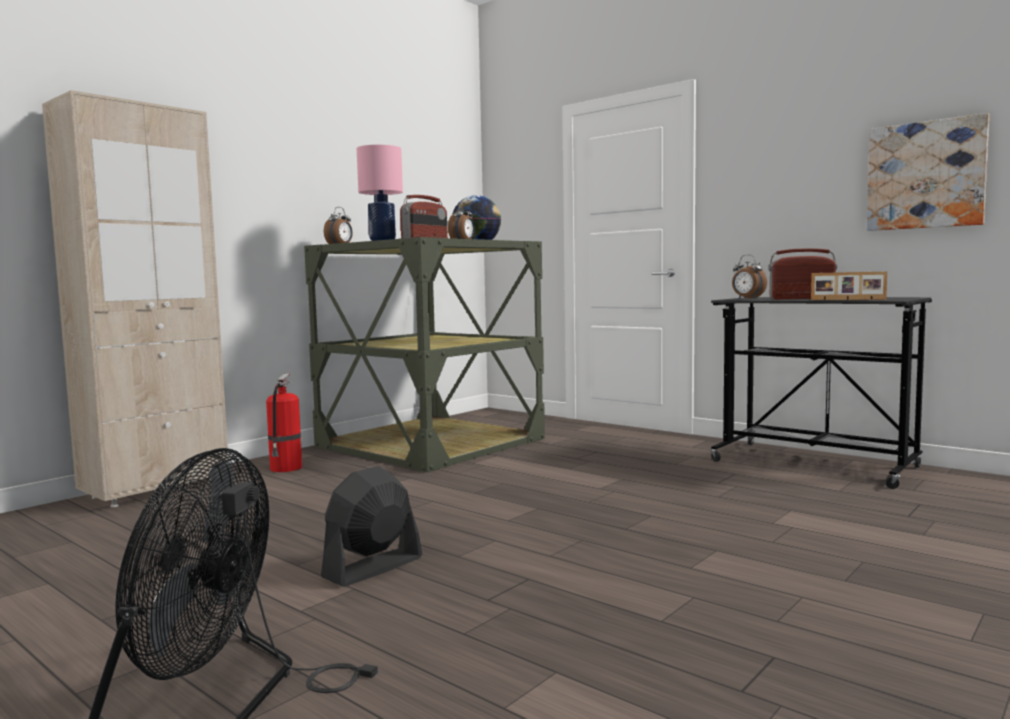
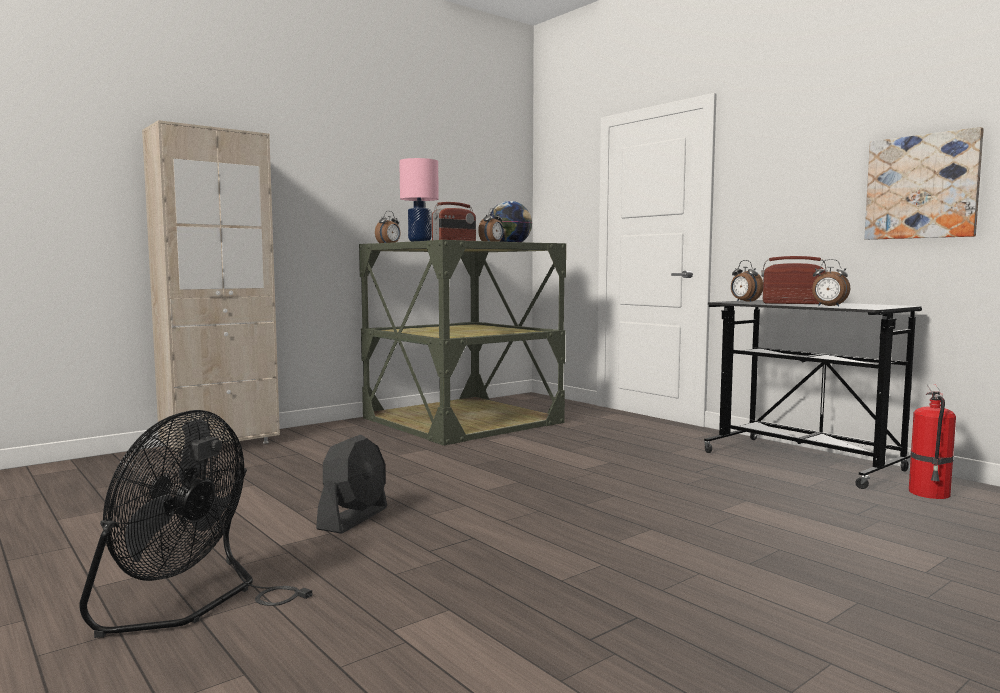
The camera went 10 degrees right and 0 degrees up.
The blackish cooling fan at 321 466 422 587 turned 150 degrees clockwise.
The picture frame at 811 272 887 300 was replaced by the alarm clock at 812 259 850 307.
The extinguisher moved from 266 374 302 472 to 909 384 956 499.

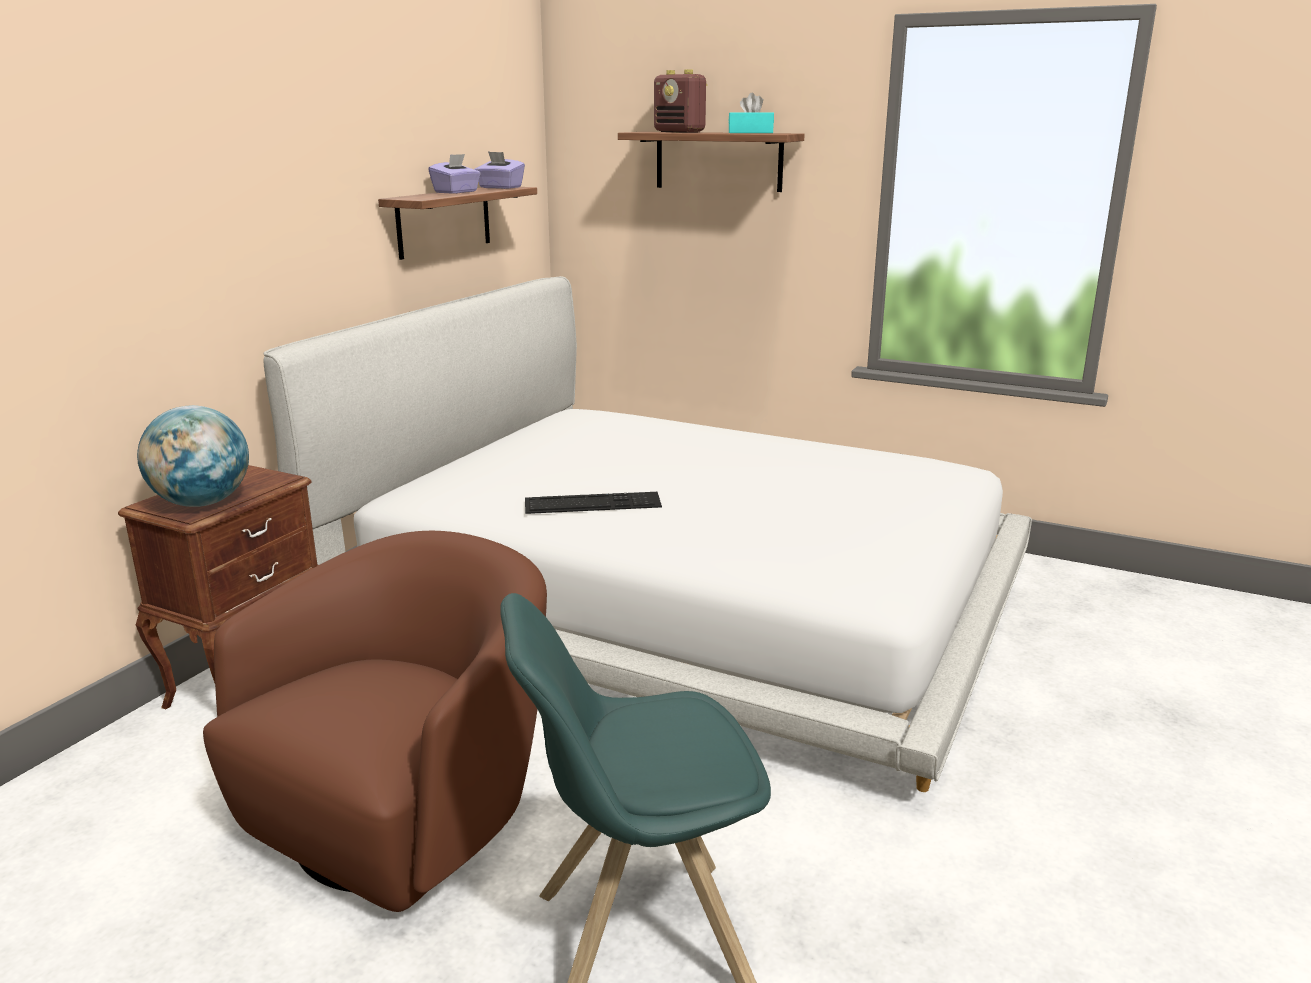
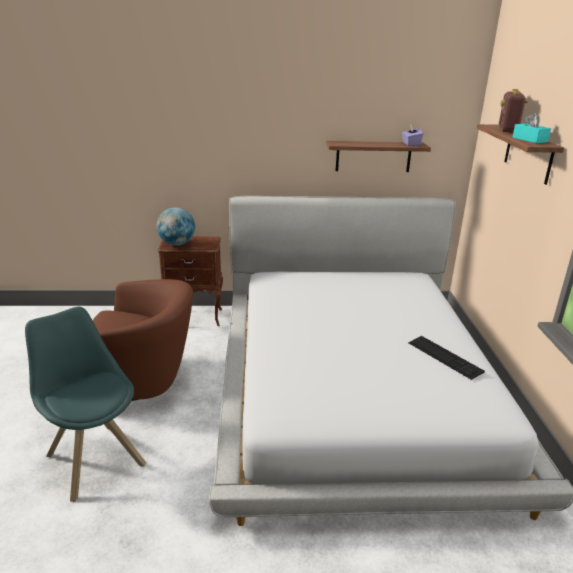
The camera went 60 degrees right and 5 degrees up.
The computer keyboard moved from 525 492 662 514 to 408 336 485 380.
The purple-coloured tissue box at 428 154 481 194 disappeared.

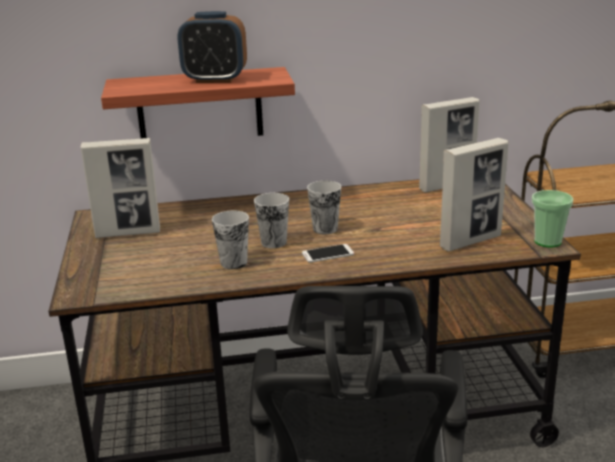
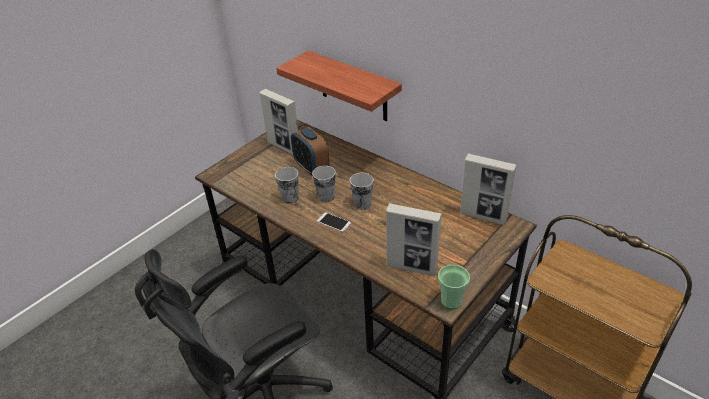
The camera went 50 degrees right and 15 degrees up.
The alarm clock moved from 177 11 247 83 to 291 127 329 176.

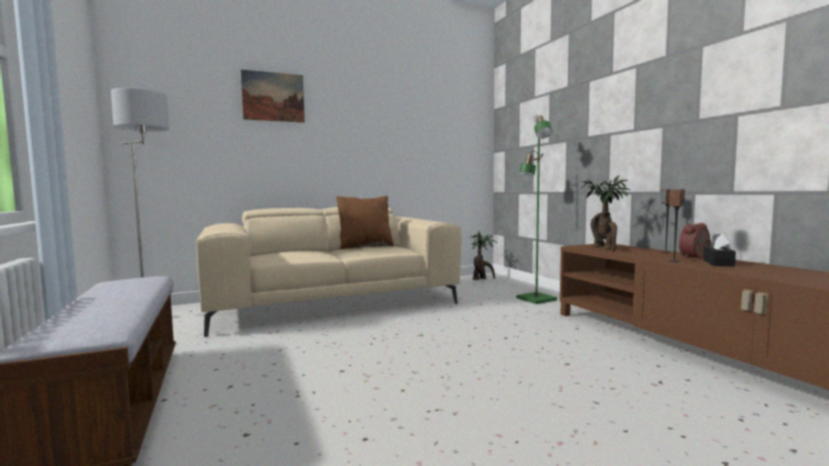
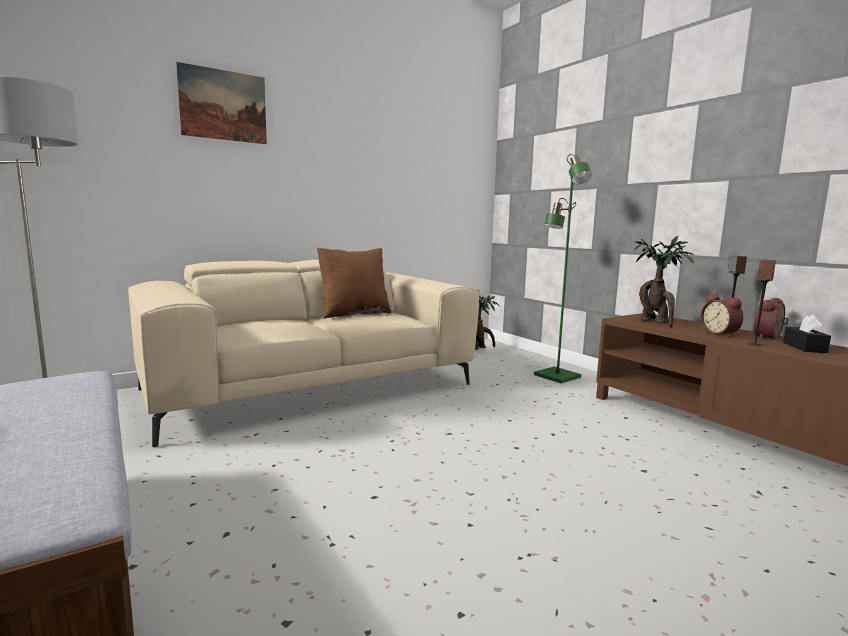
The camera went 10 degrees left and 5 degrees up.
The alarm clock at 701 294 743 337 appeared.

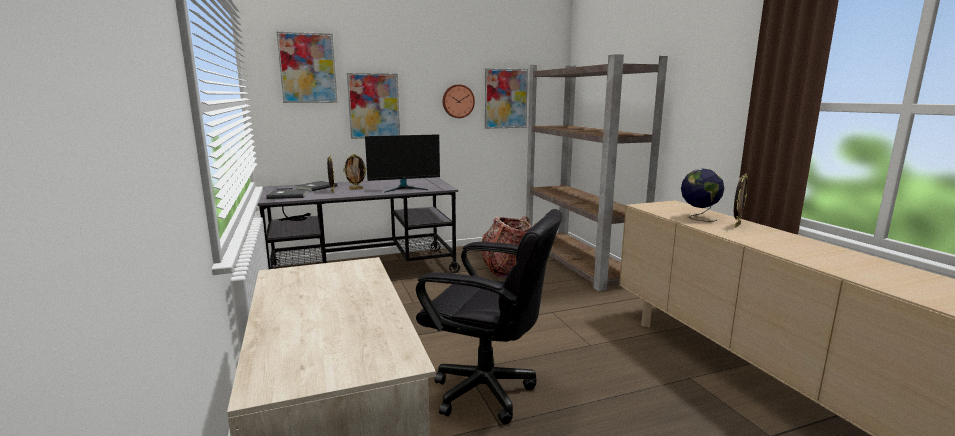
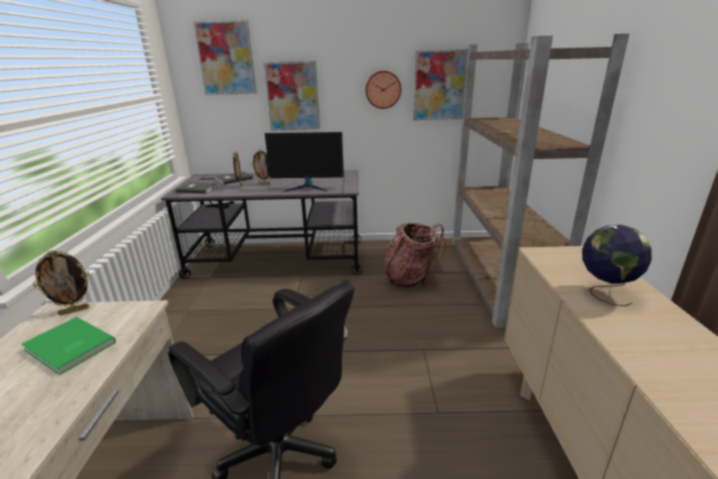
The camera went 20 degrees right and 10 degrees up.
The greenish volume at 21 317 116 375 appeared.
The picture frame moved from 734 174 748 228 to 33 250 90 315.

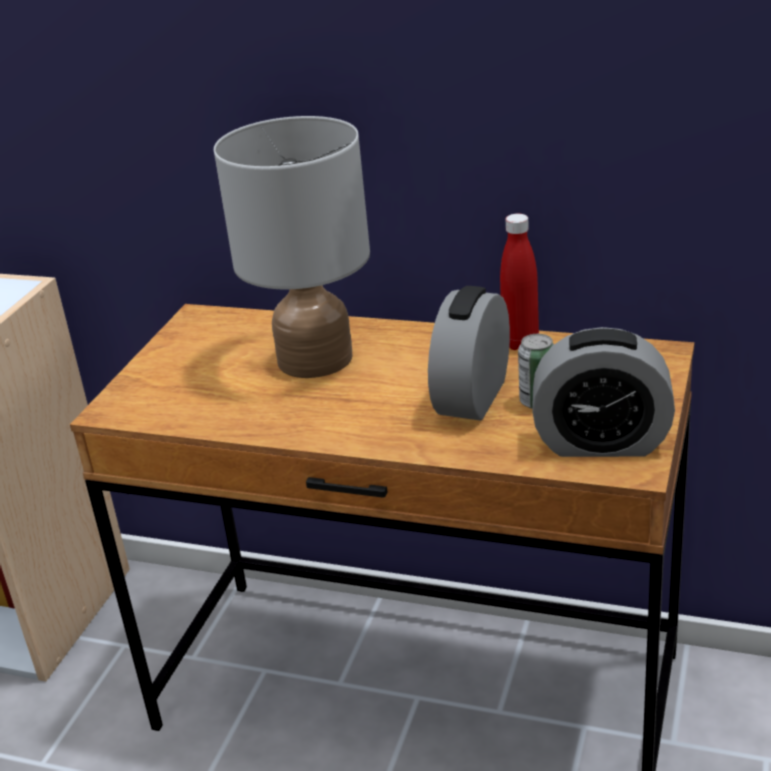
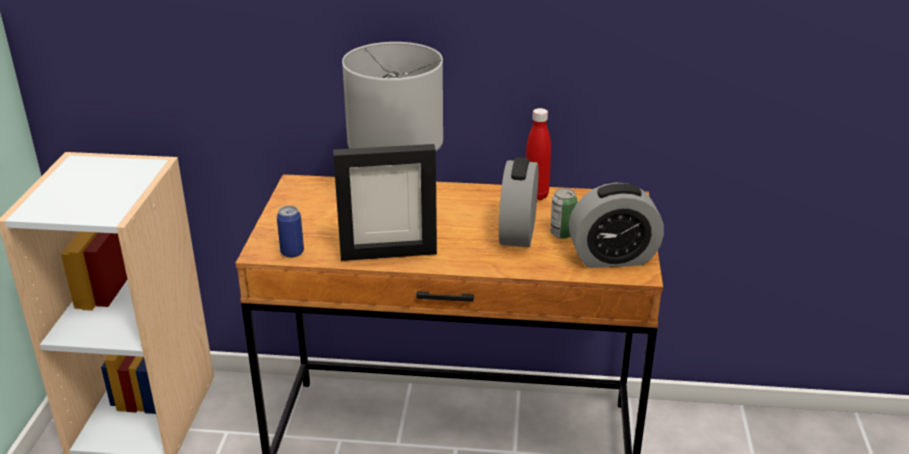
The camera went 15 degrees left and 0 degrees up.
The metal can at 277 205 304 258 appeared.
The picture frame at 333 144 437 261 appeared.

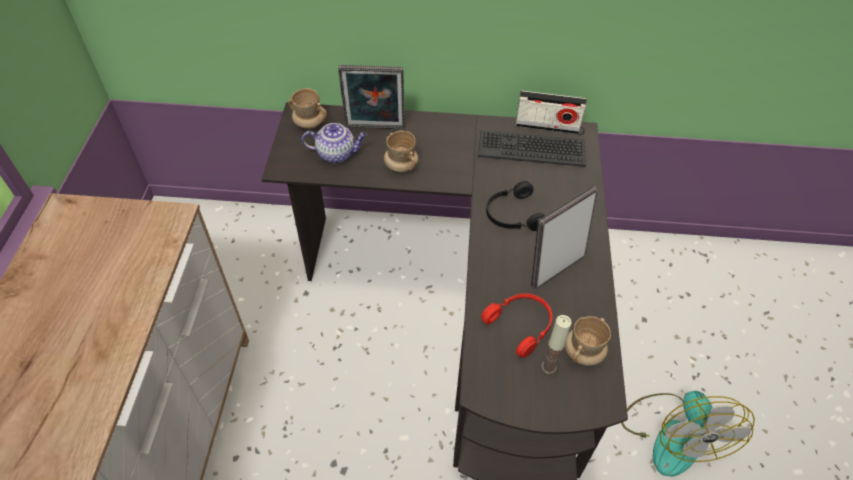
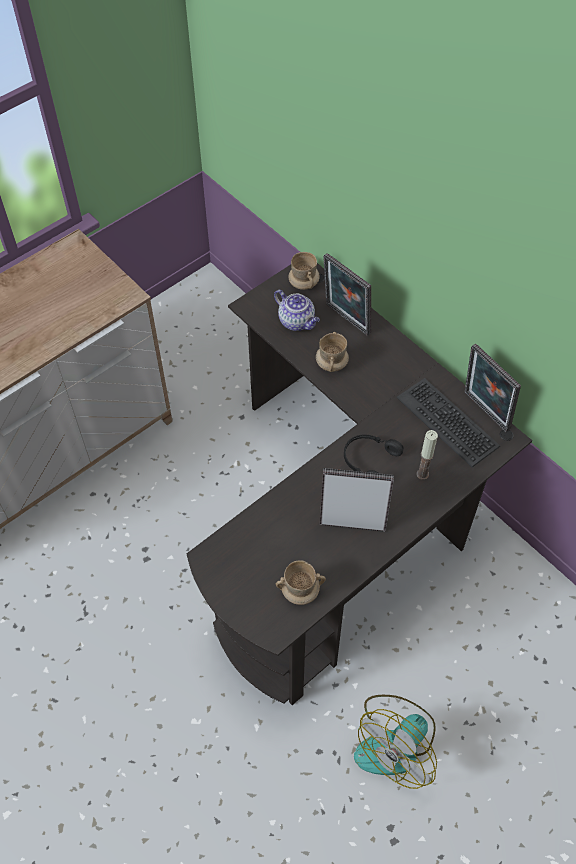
The camera went 45 degrees right and 5 degrees up.
The wax candle moved from 541 315 572 374 to 416 430 438 480.
The radio set at 516 90 586 134 was replaced by the picture frame at 465 343 521 432.
The reddish headset at 481 293 553 358 disappeared.

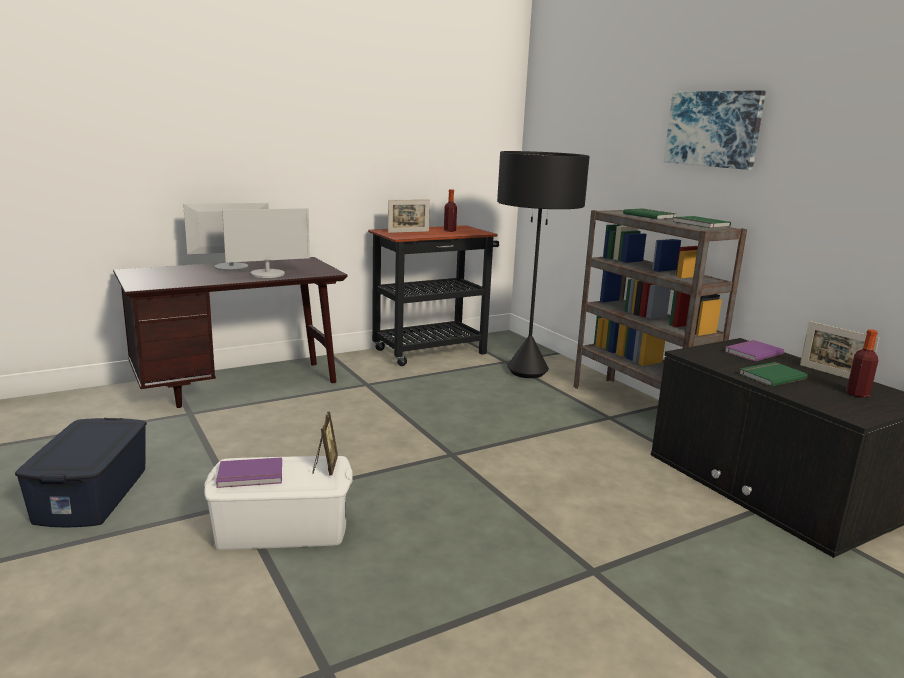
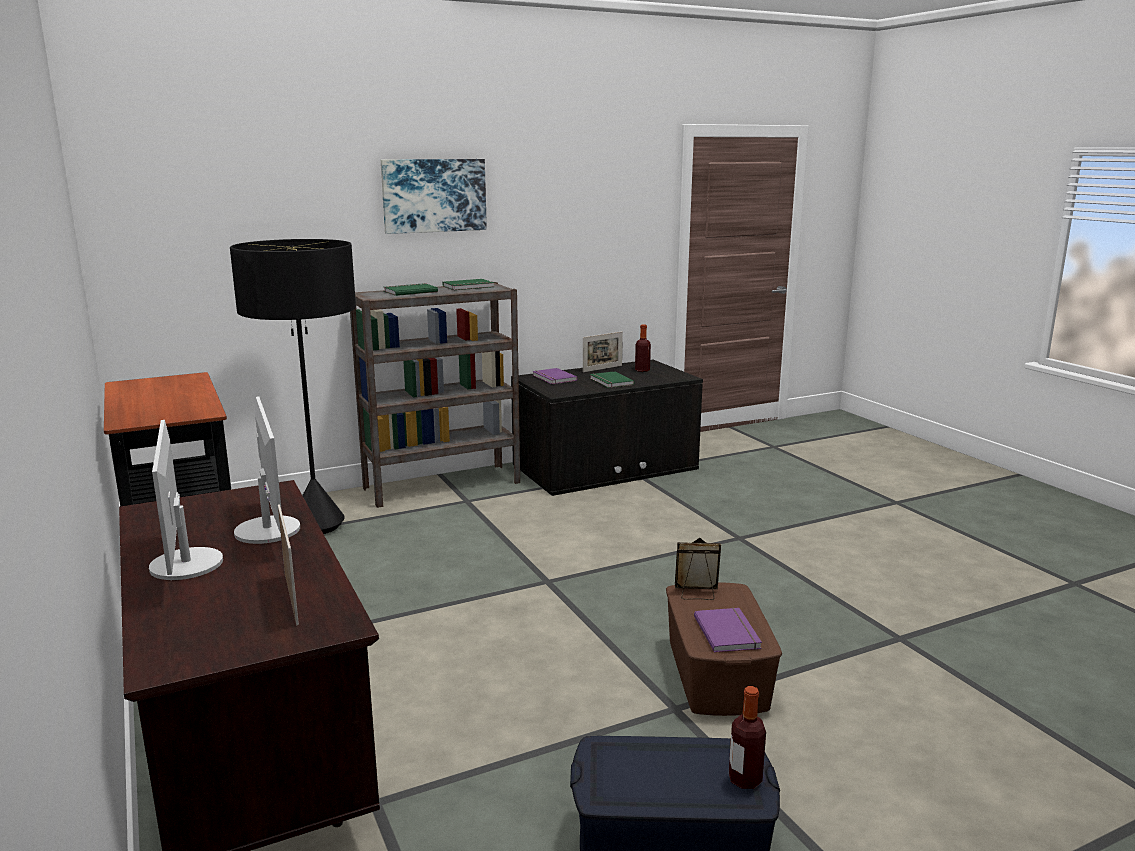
The camera went 85 degrees left and 0 degrees up.
The picture frame moved from 388 199 430 233 to 278 504 299 625.
The whitish storage bin at 204 456 353 550 became the brown-coloured storage bin at 666 582 782 716.
The drink bottle moved from 444 189 457 232 to 729 686 766 789.

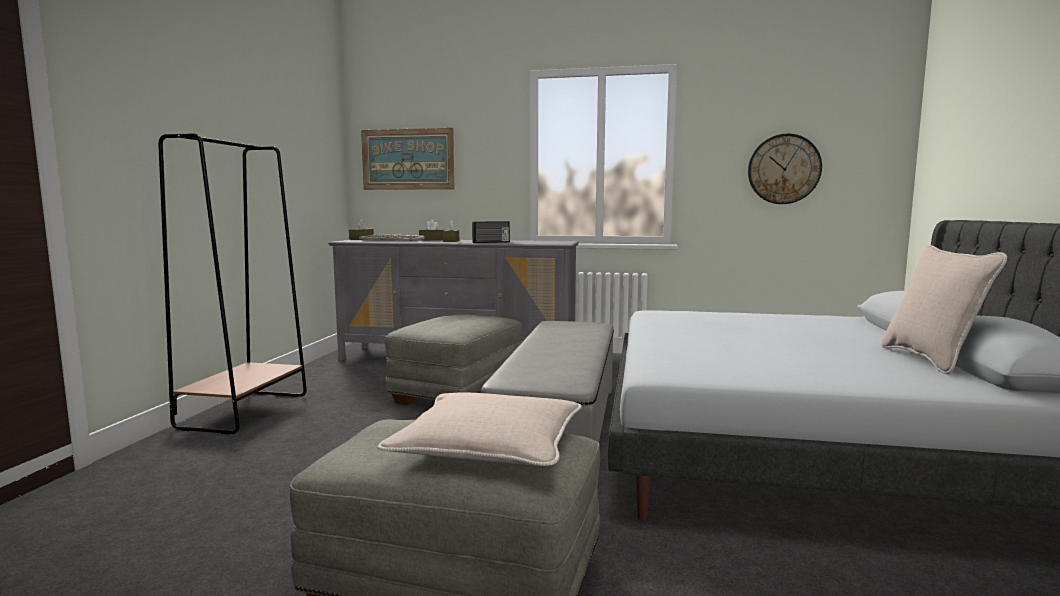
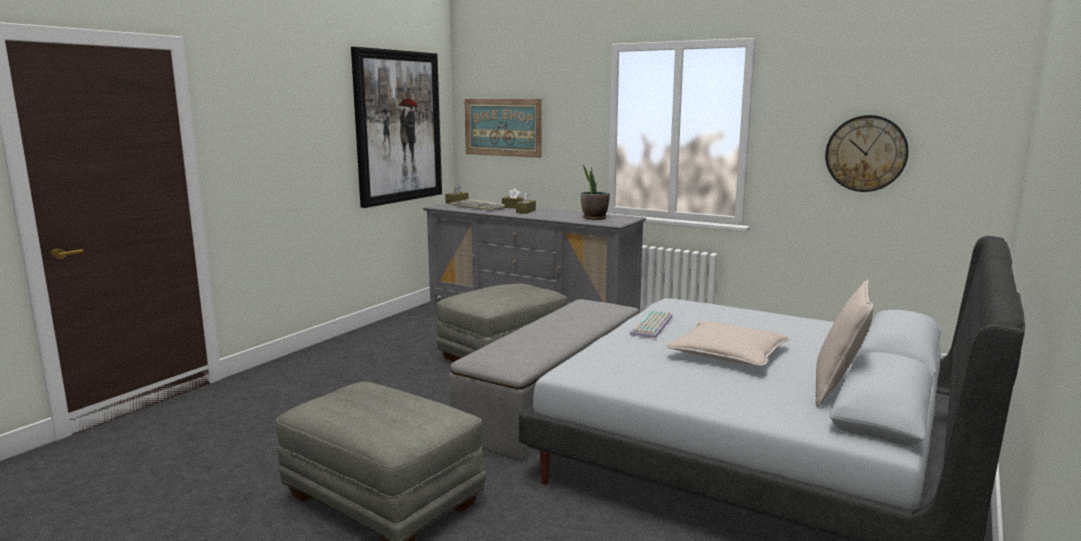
The camera went 20 degrees right and 5 degrees up.
The wall picture at 351 47 442 208 appeared.
The potted plant at 581 166 610 220 appeared.
The computer keyboard at 630 311 673 338 appeared.
The sand-coloured cushion moved from 378 392 582 466 to 666 321 790 366.
The garment rack at 158 133 307 434 disappeared.
The radio set at 472 221 510 243 disappeared.

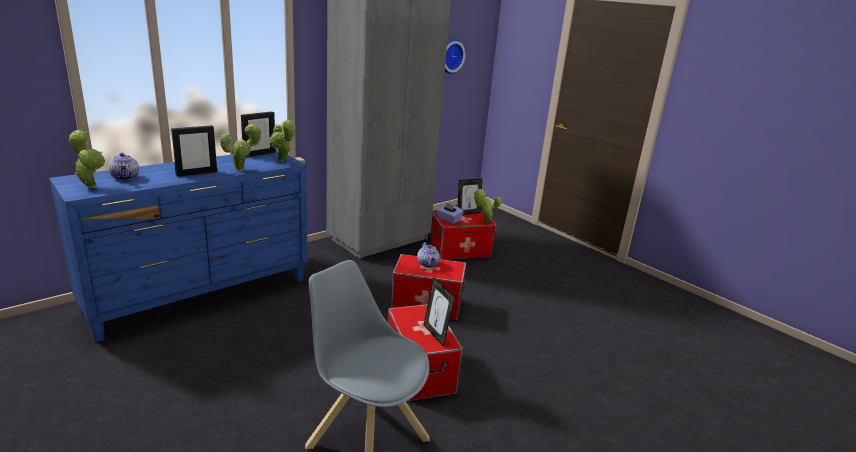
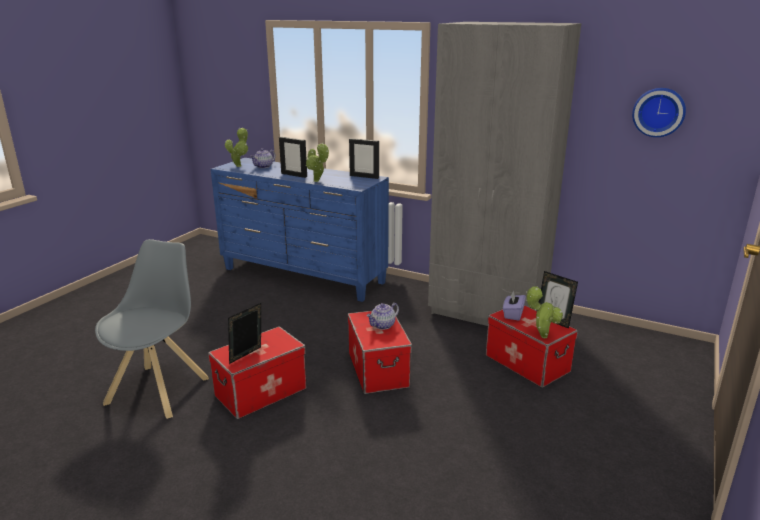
The camera went 70 degrees right and 0 degrees up.
The potted plant at 269 119 295 162 disappeared.

